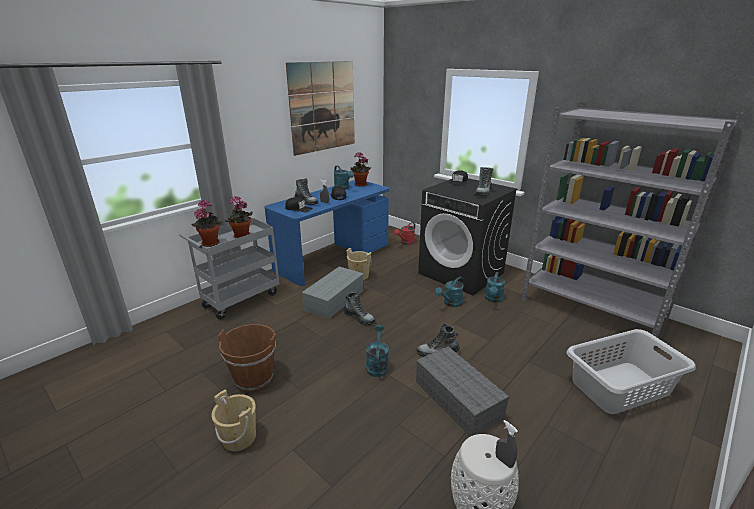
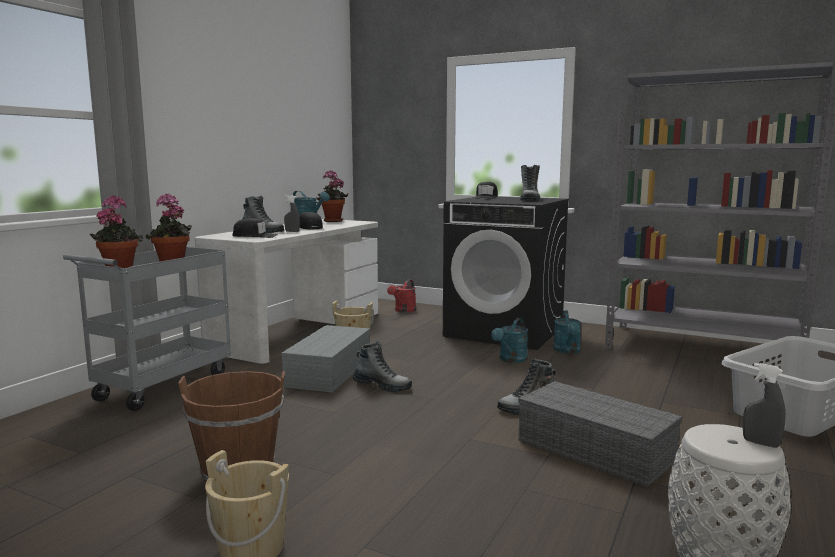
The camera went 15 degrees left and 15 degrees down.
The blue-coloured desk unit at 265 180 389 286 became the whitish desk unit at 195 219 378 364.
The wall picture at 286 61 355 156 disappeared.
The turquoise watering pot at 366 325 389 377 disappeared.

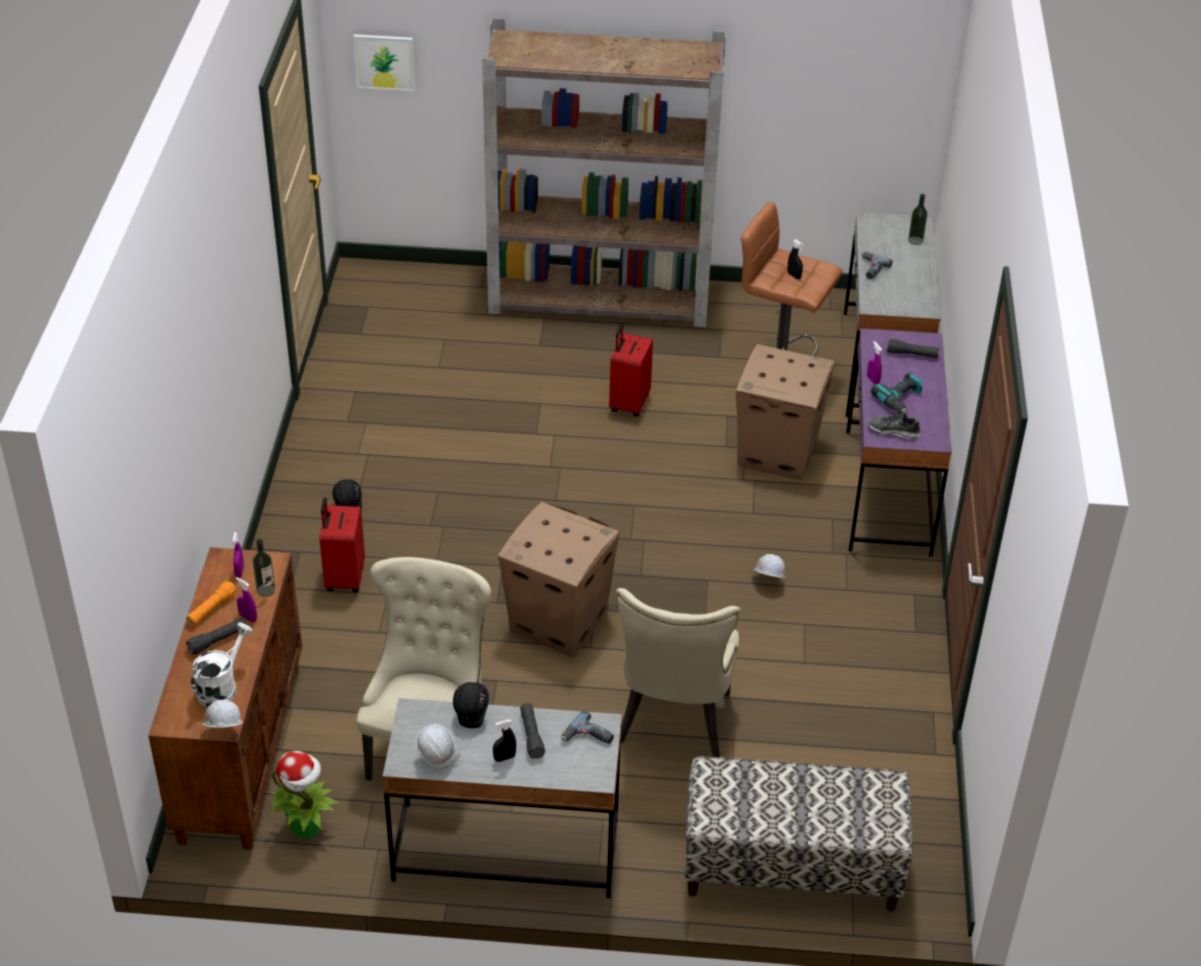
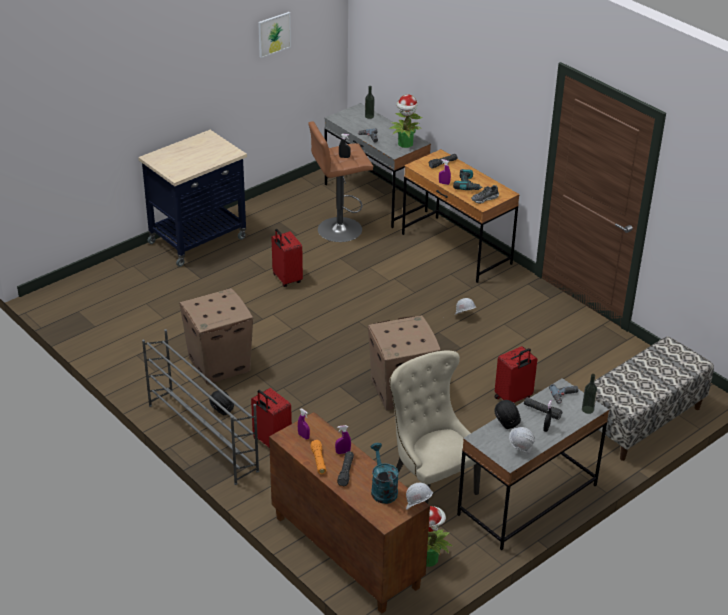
The camera went 45 degrees left and 5 degrees down.
The brown-coloured shelving unit at 482 18 726 327 was replaced by the blue-coloured trolley at 138 130 247 267.
The gray shoe shelf at 142 329 259 485 appeared.
The packing box moved from 736 344 835 480 to 179 288 253 384.
The wall picture moved from 353 34 415 91 to 258 12 291 58.
The whitish watering pot at 191 623 253 708 became the turquoise watering pot at 370 443 399 504.
The potted plant at 389 94 422 148 appeared.
The purple-coloured desk unit at 846 328 952 557 became the brown-coloured desk unit at 402 149 520 283.
The sand-coloured chair at 616 588 741 757 was replaced by the reddish piece of luggage at 494 346 537 403.
The drink bottle moved from 253 539 275 597 to 582 374 597 414.

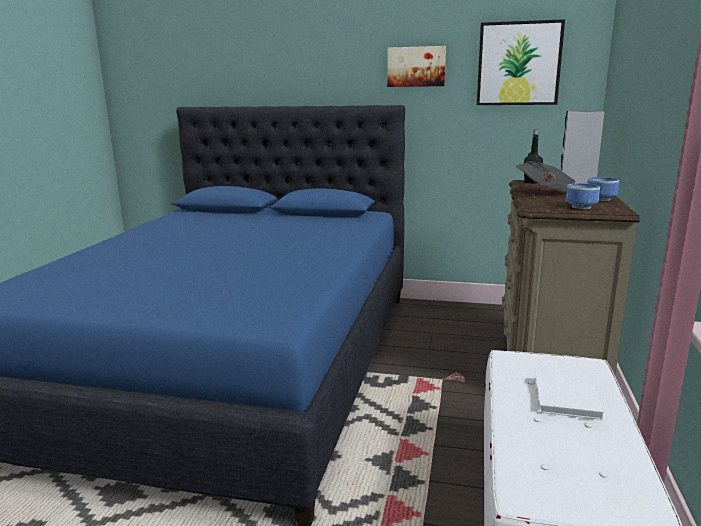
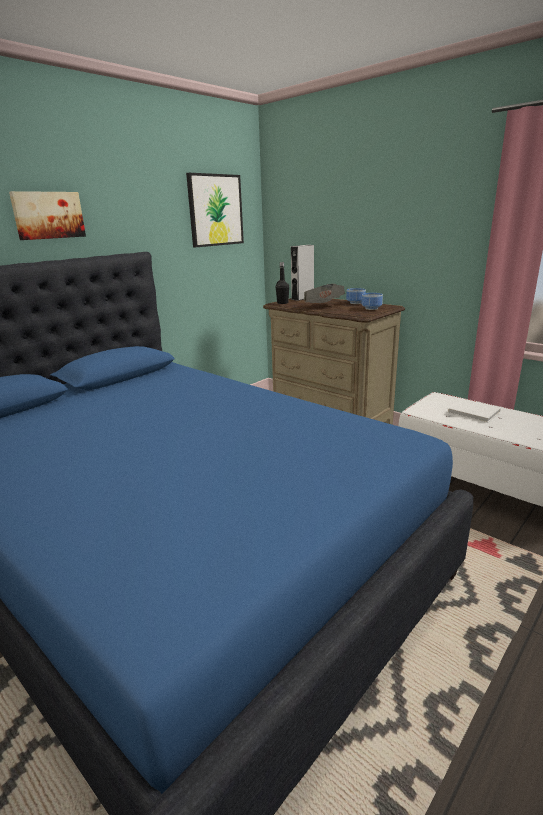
The camera went 60 degrees left and 5 degrees up.
The wall picture moved from 387 46 446 87 to 9 191 86 240.

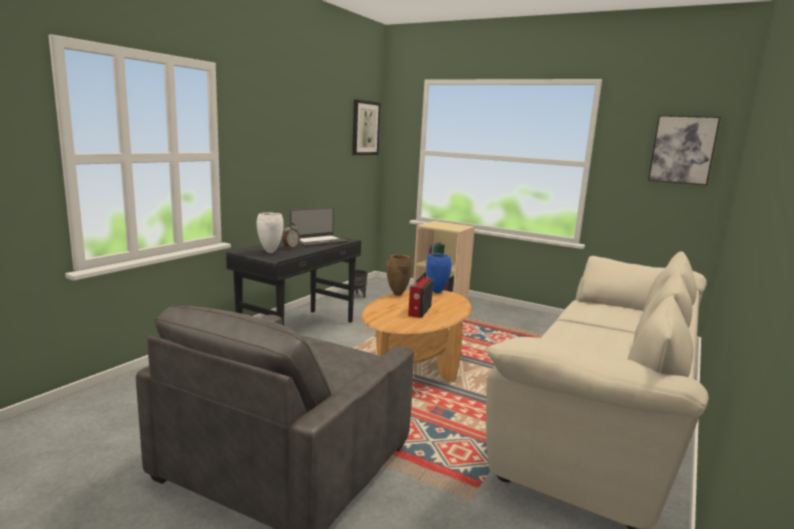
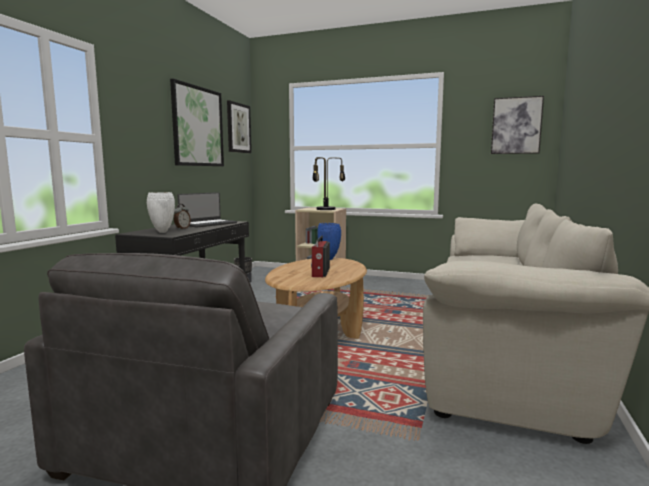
The camera went 10 degrees left and 5 degrees down.
The wall picture at 170 79 224 166 appeared.
The table lamp at 313 157 345 210 appeared.
The brown-coloured flower vase at 386 255 412 296 disappeared.

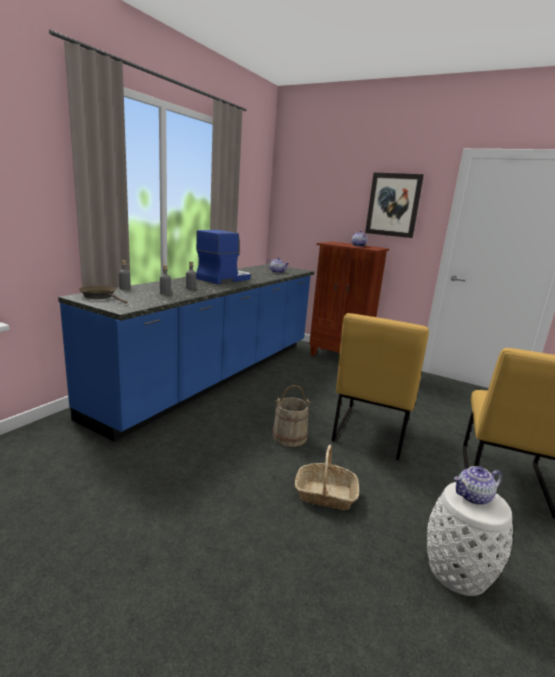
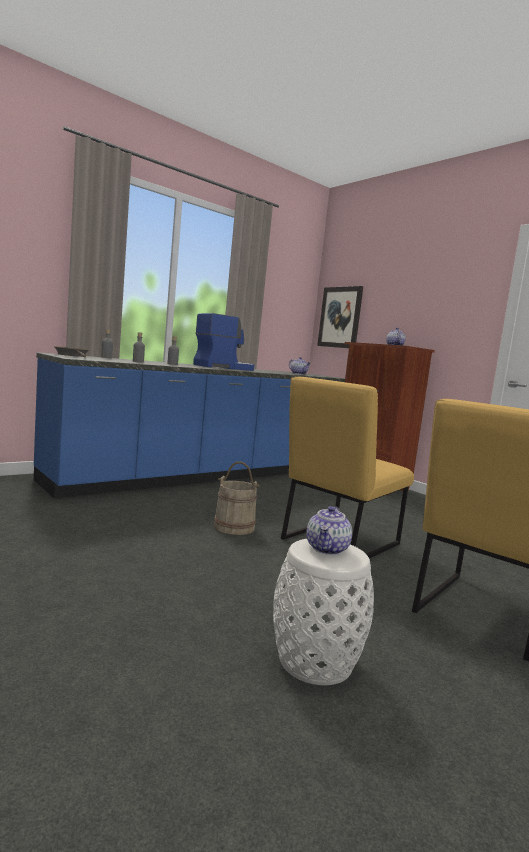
The camera went 20 degrees right and 10 degrees down.
The pot for tea at 454 466 502 505 turned 75 degrees counterclockwise.
The wall picture moved from 365 173 424 238 to 317 286 363 348.
The basket at 295 445 359 510 disappeared.

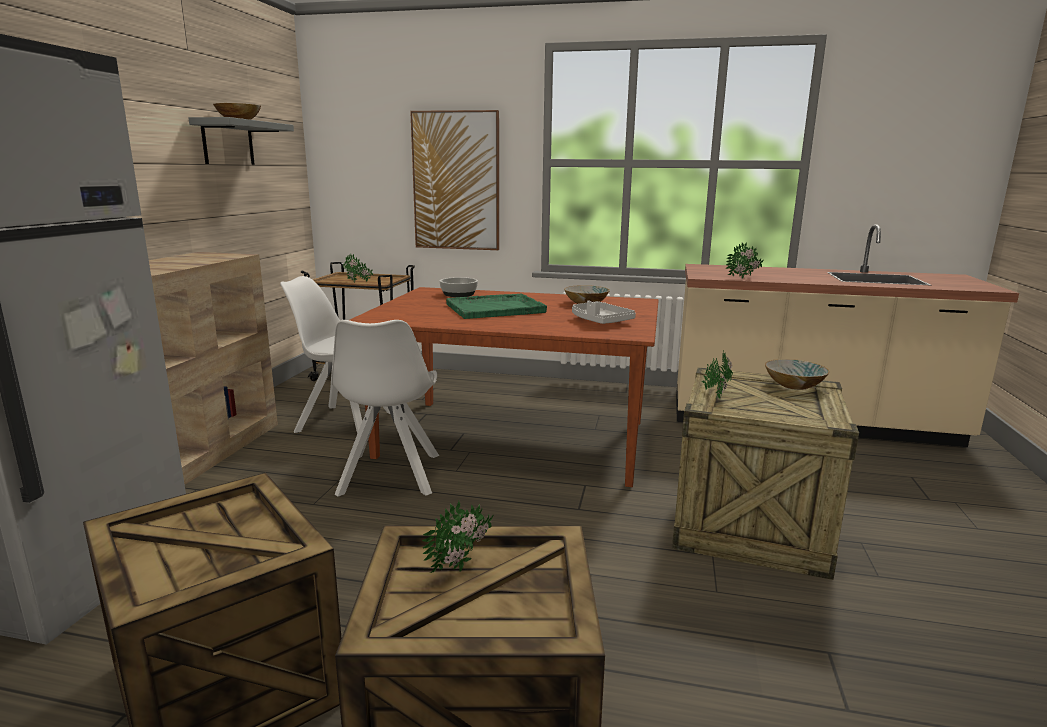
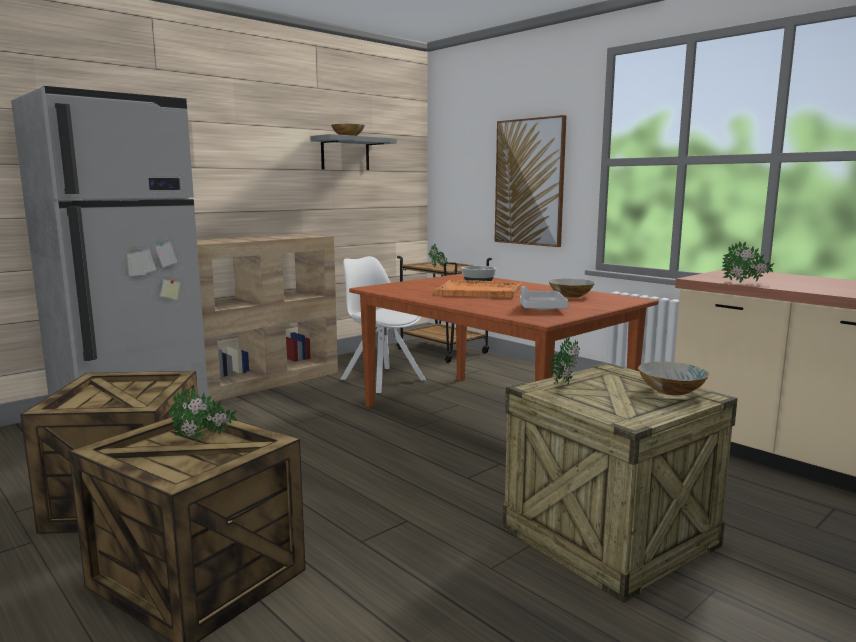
The camera went 35 degrees right and 5 degrees down.
The greenish serving tray at 446 293 547 319 became the orangey serving tray at 434 280 521 298.
The whitish chair at 331 320 439 497 disappeared.

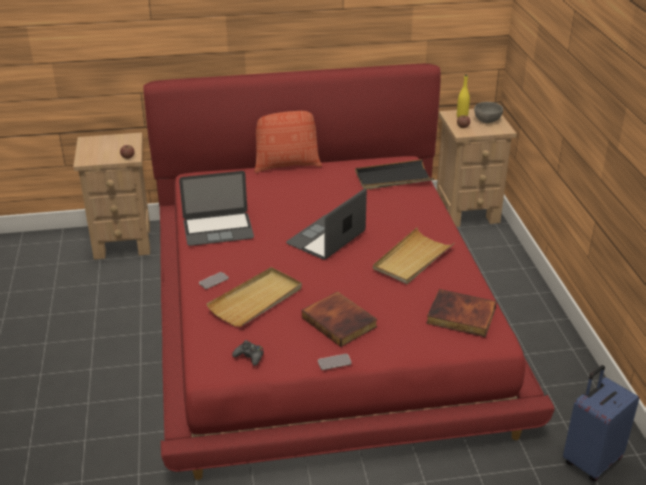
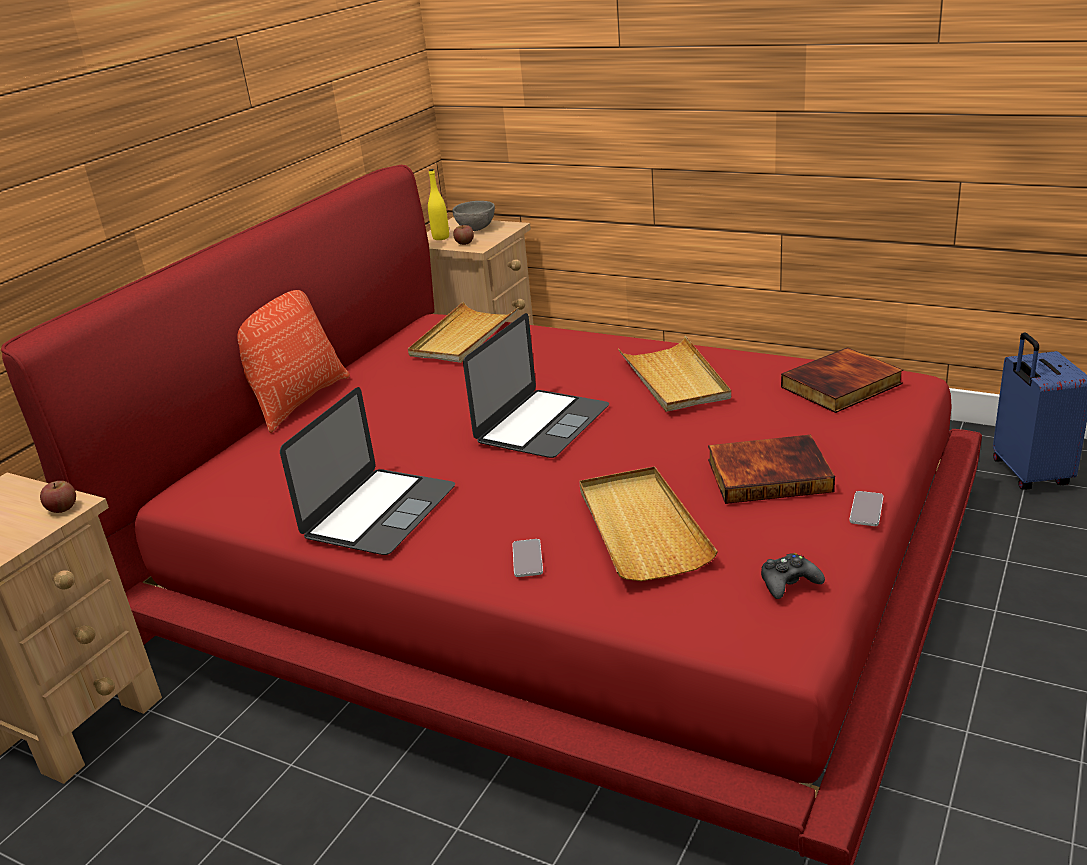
The camera went 50 degrees left and 5 degrees down.
The blackish serving tray at 355 159 434 190 became the sand-coloured serving tray at 408 302 519 363.
The notebook computer at 286 188 367 259 turned 135 degrees counterclockwise.

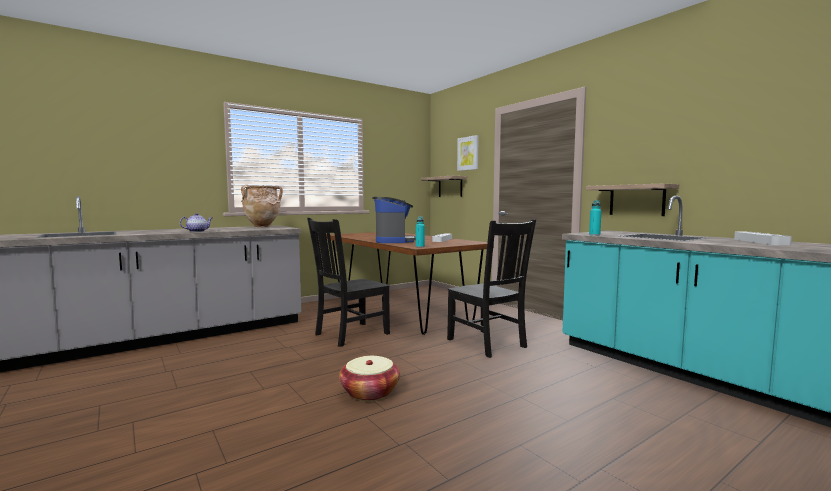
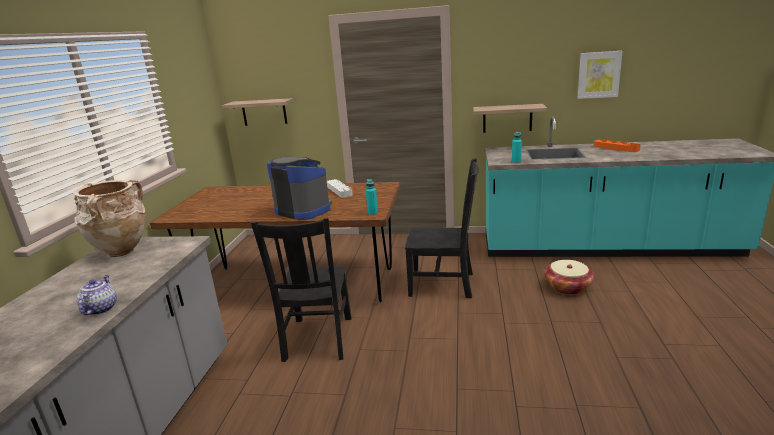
The camera went 45 degrees left and 15 degrees up.
The basket moved from 339 356 400 401 to 544 260 594 295.
The wall picture moved from 457 135 479 171 to 578 51 623 99.
The gray serving tray at 734 232 792 245 became the orangey serving tray at 594 139 641 152.

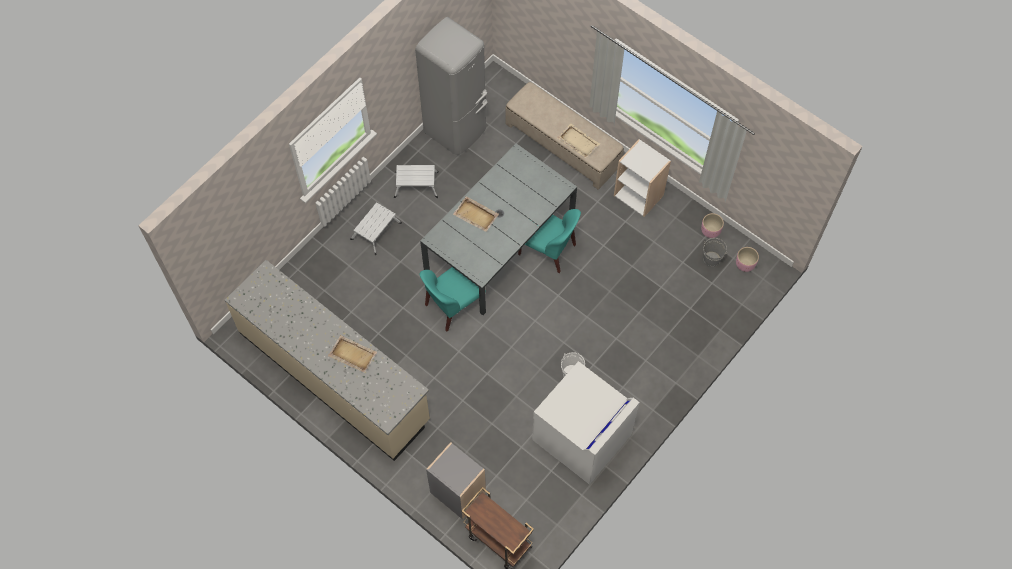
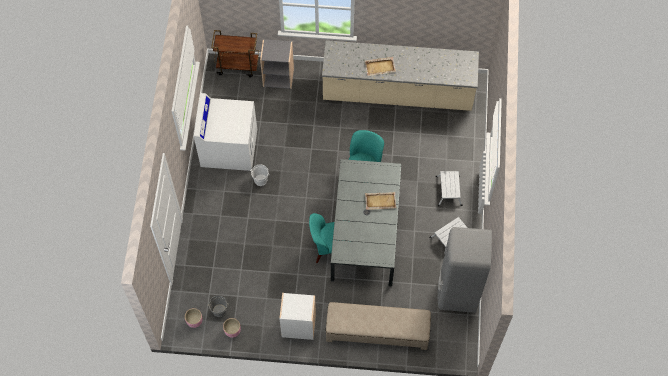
The camera went 145 degrees right and 0 degrees up.
The sand-coloured serving tray at 557 123 600 158 disappeared.

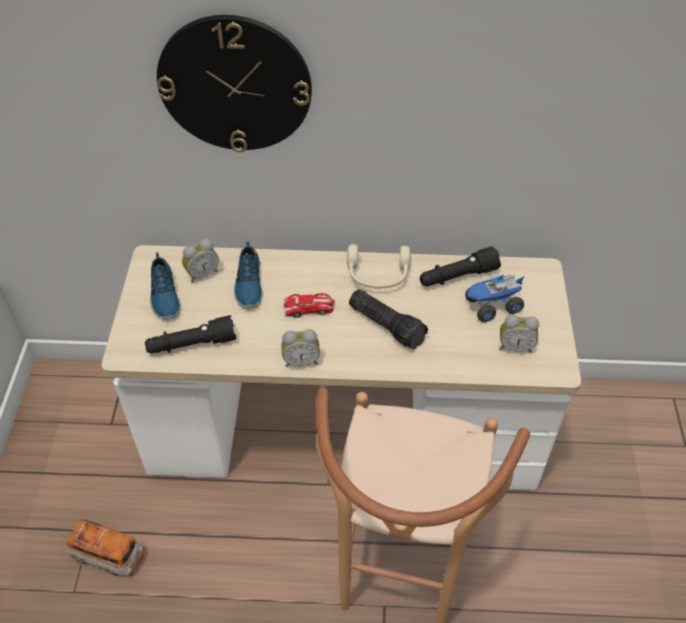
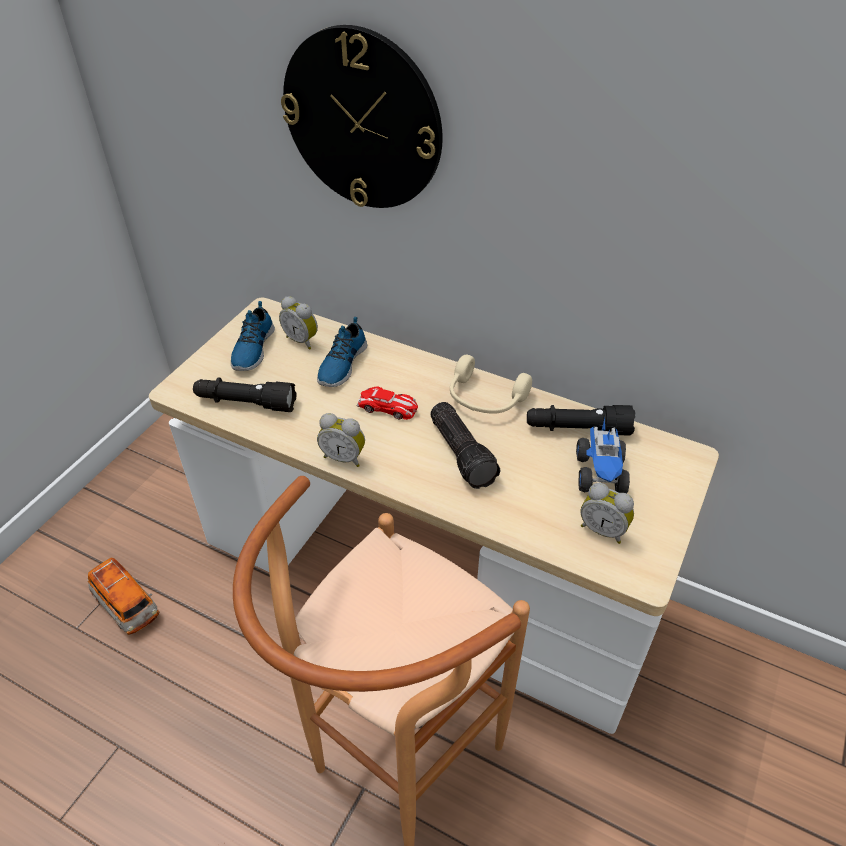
The camera went 25 degrees right and 5 degrees down.
The alarm clock at 182 239 219 283 turned 45 degrees clockwise.
The toy truck at 465 274 525 322 turned 90 degrees counterclockwise.

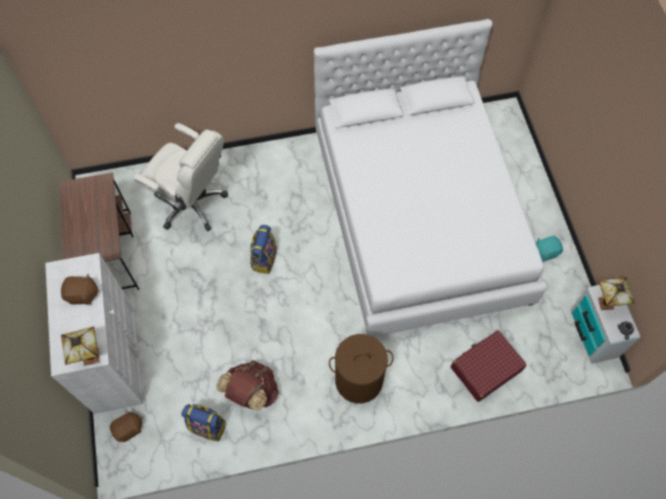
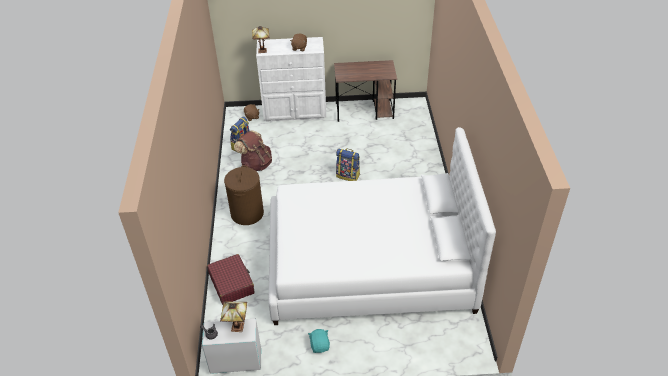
The camera went 100 degrees right and 20 degrees down.
The whitish computer chair at 134 123 228 231 disappeared.

